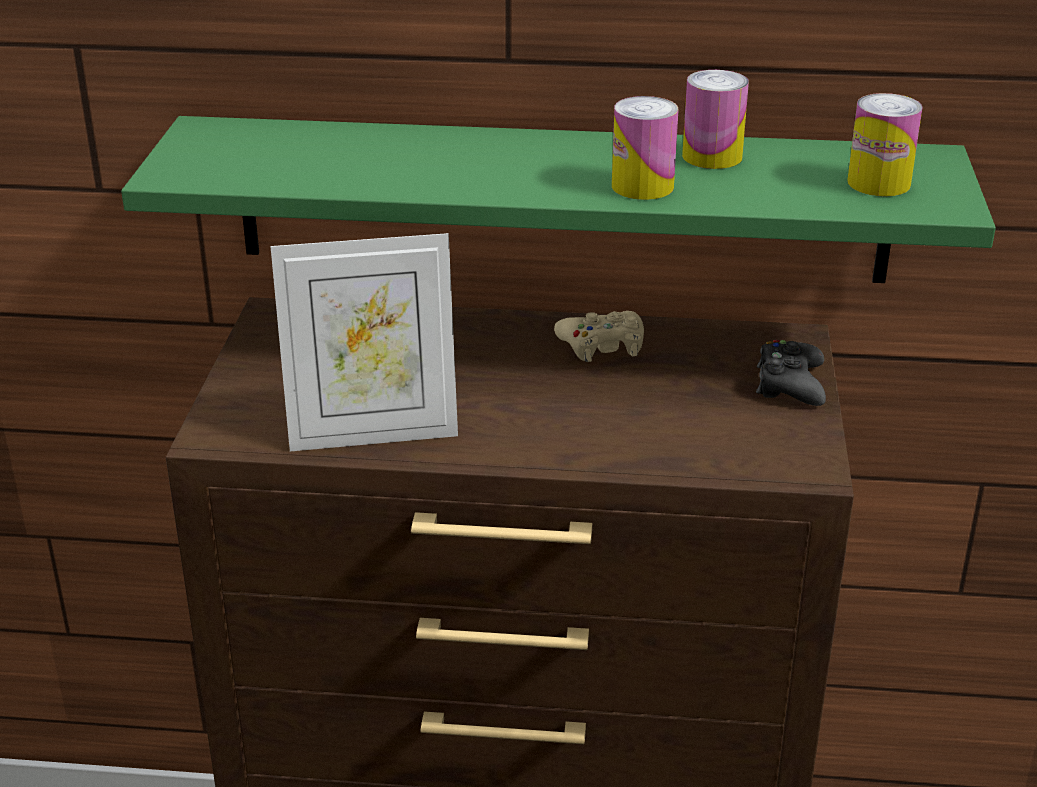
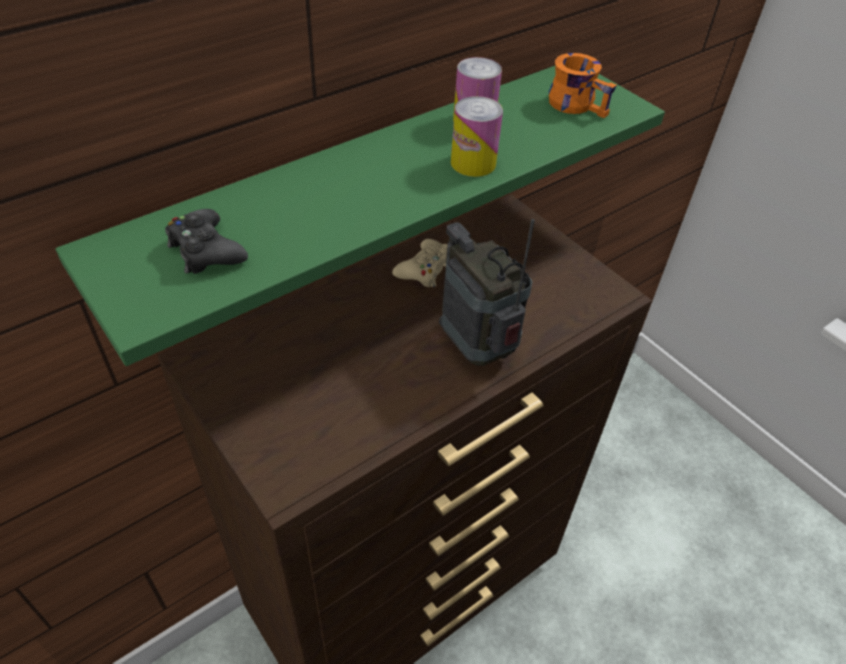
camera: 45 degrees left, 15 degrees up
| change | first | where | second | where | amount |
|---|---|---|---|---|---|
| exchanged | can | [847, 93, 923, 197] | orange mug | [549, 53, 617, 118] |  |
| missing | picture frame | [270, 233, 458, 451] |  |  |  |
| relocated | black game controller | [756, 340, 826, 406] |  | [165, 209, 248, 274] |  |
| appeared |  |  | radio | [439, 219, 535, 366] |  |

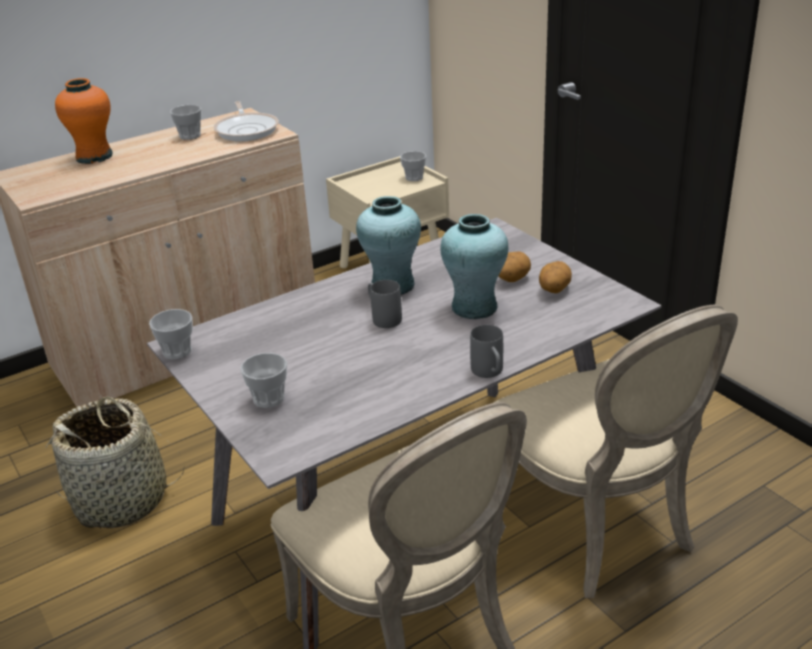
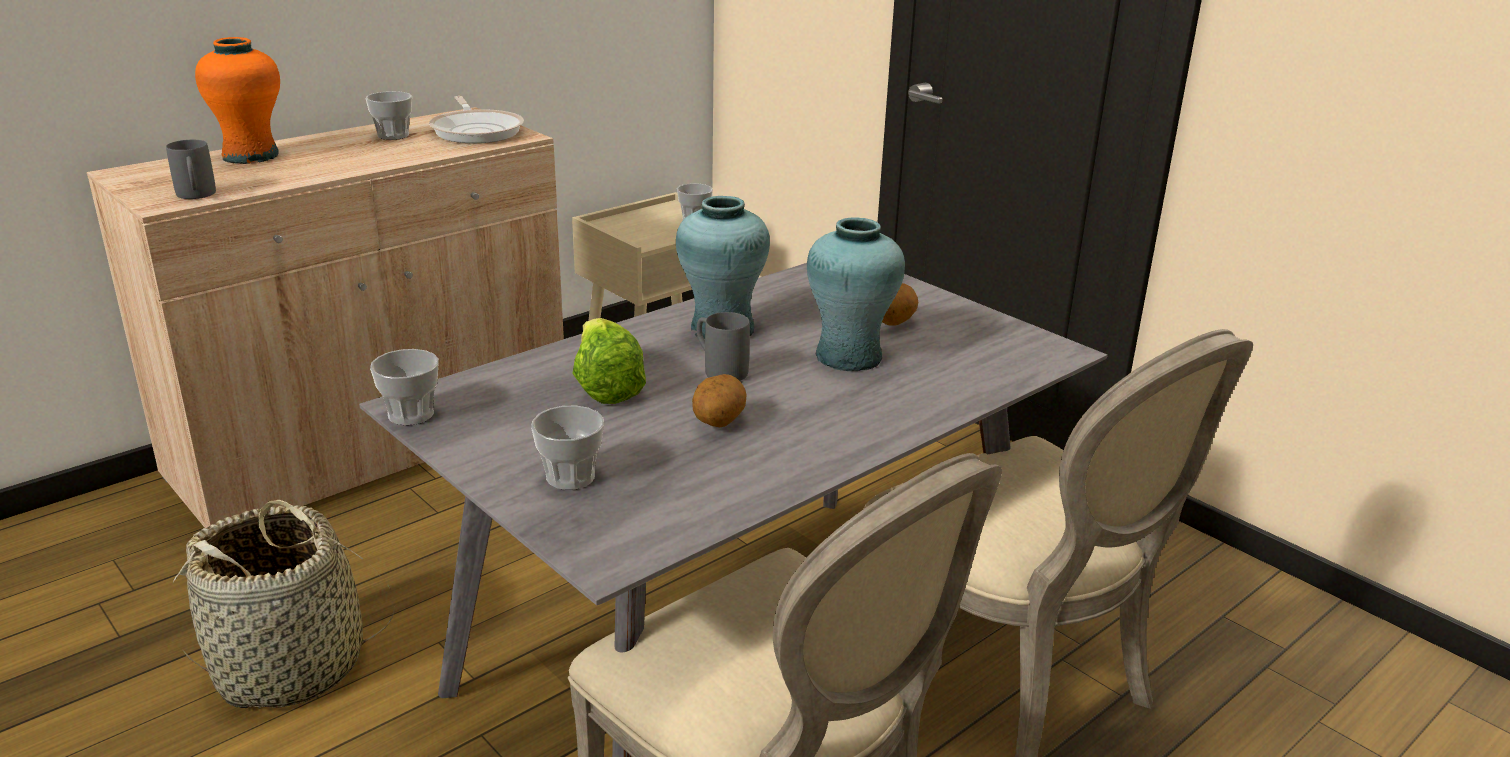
camera: 10 degrees left, 5 degrees down
| change | first | where | second | where | amount |
|---|---|---|---|---|---|
| relocated | potato | [539, 261, 572, 293] |  | [692, 374, 747, 427] |  |
| relocated | grey mug | [470, 325, 503, 378] |  | [166, 140, 216, 199] |  |
| appeared |  |  | lettuce | [572, 318, 646, 404] |  |

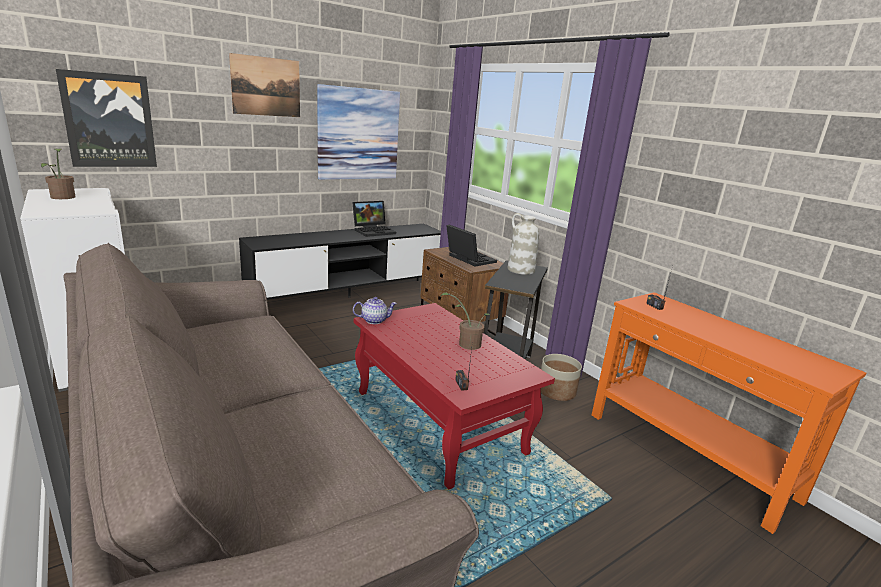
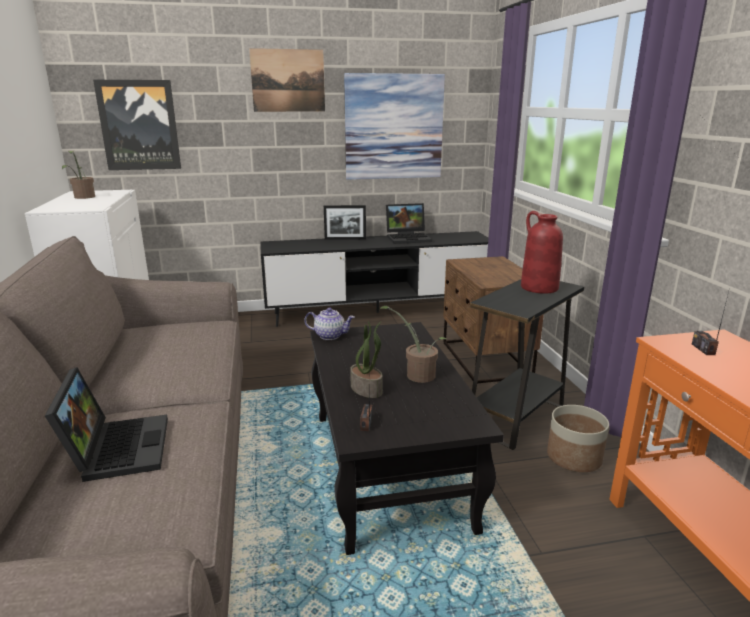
camera: 25 degrees right, 0 degrees up
| change | first | where | second | where | amount |
|---|---|---|---|---|---|
| colour | white vase | [508, 213, 539, 275] | red vase | [521, 211, 563, 294] |  |
| relocated | laptop | [446, 225, 497, 267] |  | [45, 367, 168, 482] |  |
| colour | red coffee table | [354, 303, 555, 489] | black coffee table | [310, 322, 504, 555] |  |
| appeared |  |  | picture frame | [324, 205, 366, 240] |  |
| appeared |  |  | potted plant | [350, 321, 383, 398] |  |

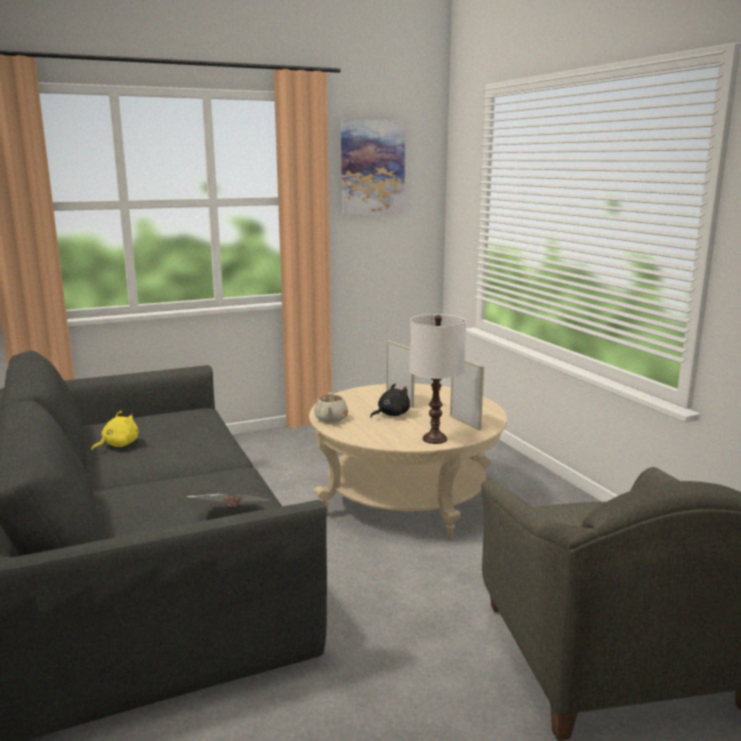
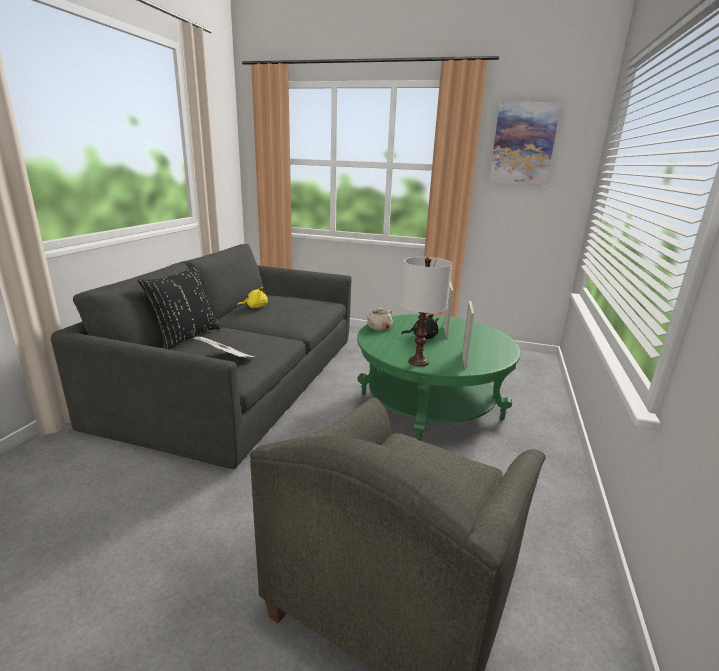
camera: 40 degrees right, 5 degrees up
| change | first | where | second | where | amount |
|---|---|---|---|---|---|
| colour | beige coffee table | [309, 384, 507, 539] | green coffee table | [357, 314, 521, 441] |  |
| appeared |  |  | black pillow | [137, 264, 221, 350] |  |

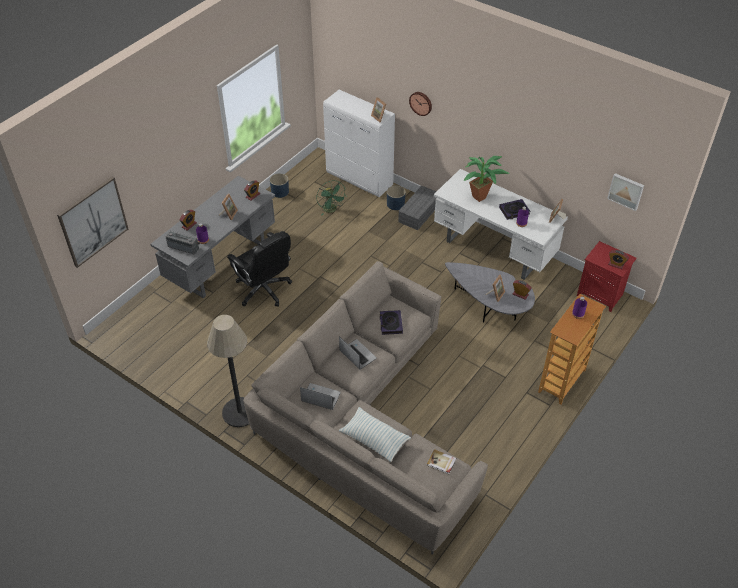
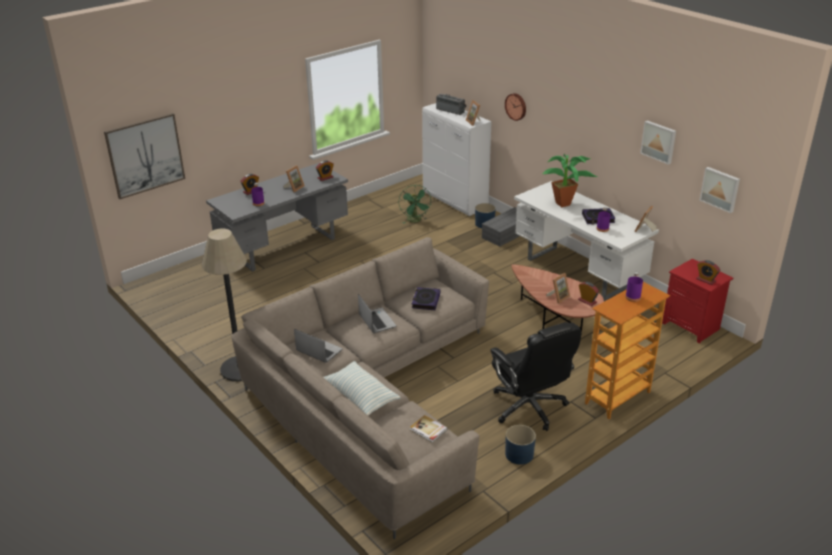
camera: 15 degrees right, 15 degrees down
| change | first | where | second | where | amount |
|---|---|---|---|---|---|
| relocated | blue planter | [270, 173, 289, 198] |  | [505, 425, 536, 465] |  |
| relocated | radio | [166, 231, 200, 254] |  | [436, 94, 467, 115] |  |
| relocated | black office chair | [227, 231, 292, 307] |  | [490, 322, 581, 431] |  |
| colour | grey coffee table | [445, 262, 535, 322] | brown coffee table | [511, 264, 604, 334] |  |
| appeared |  |  | picture | [640, 120, 676, 165] |  |

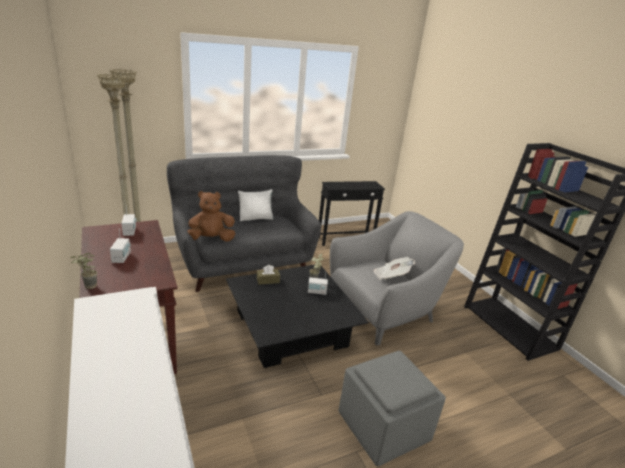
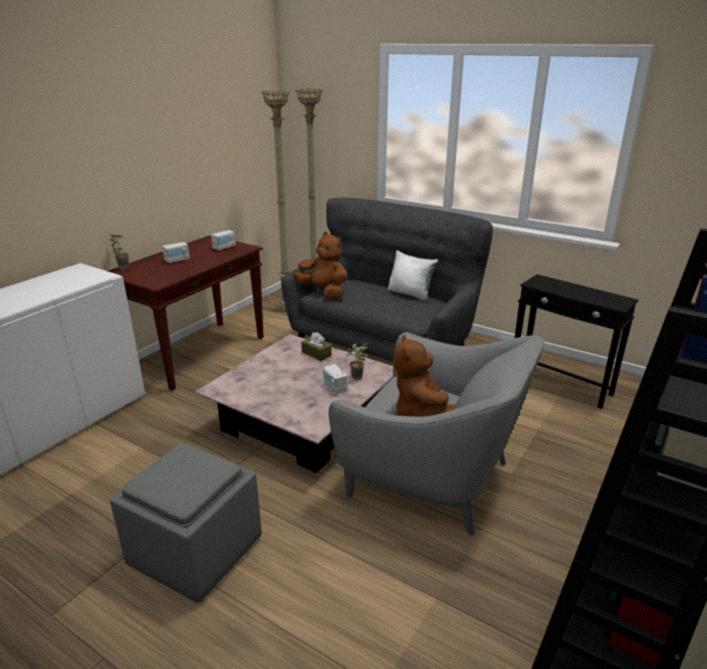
camera: 60 degrees right, 0 degrees up
| change | first | where | second | where | amount |
|---|---|---|---|---|---|
| exchanged | newspaper | [374, 257, 415, 280] | brown plush toy | [394, 334, 455, 417] |  |
| colour | black coffee table | [226, 265, 369, 368] | pink coffee table | [195, 334, 393, 473] |  |

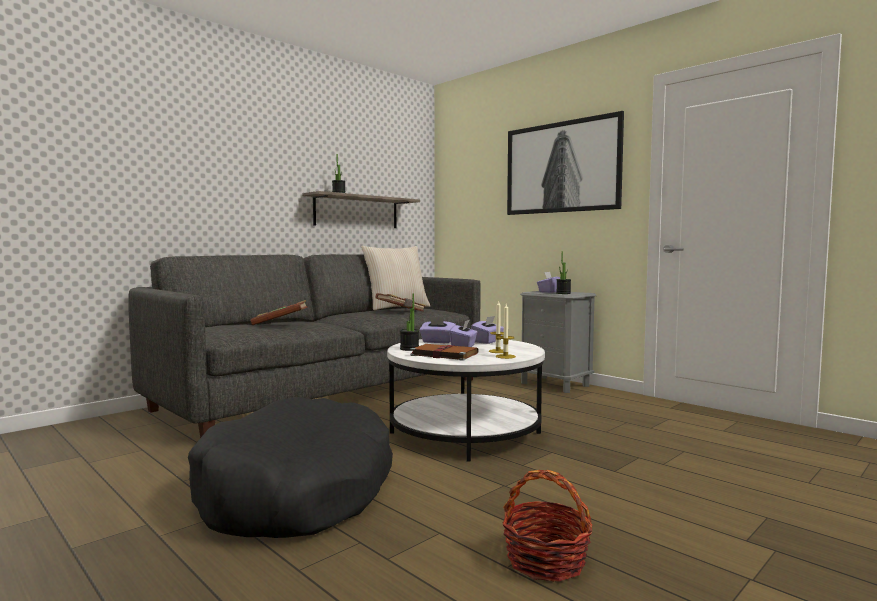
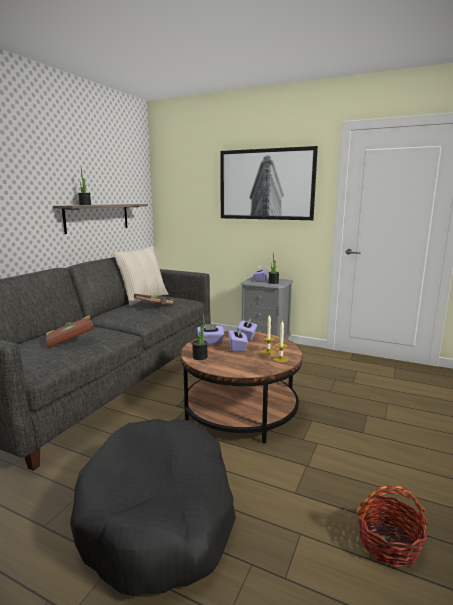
camera: 20 degrees left, 10 degrees up
| change | first | where | second | where | amount |
|---|---|---|---|---|---|
| colour | white coffee table | [387, 339, 545, 461] | brown coffee table | [180, 331, 303, 444] |  |
| missing | brown book | [410, 344, 479, 361] |  |  |  |

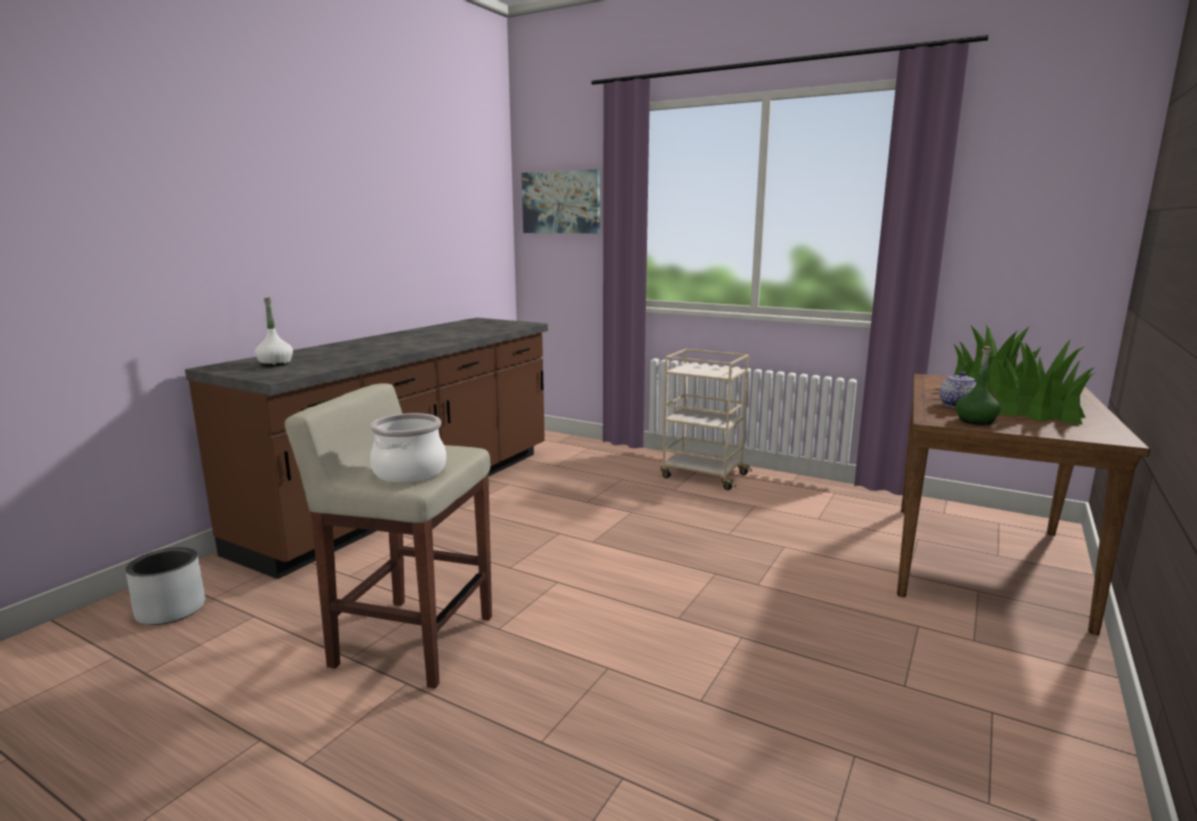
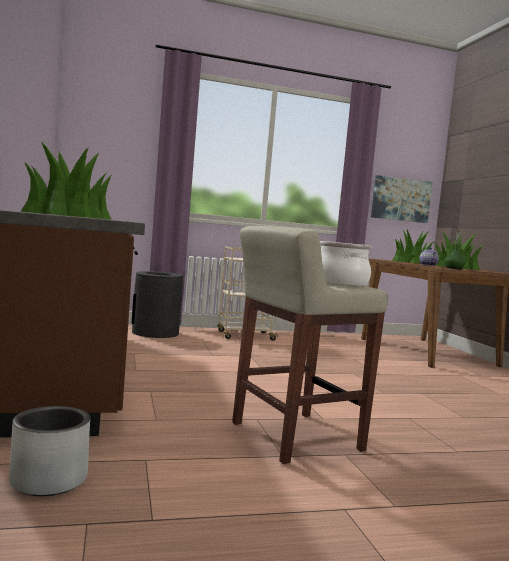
camera: 45 degrees left, 10 degrees down
| change | first | where | second | where | amount |
|---|---|---|---|---|---|
| relocated | picture | [522, 169, 600, 234] |  | [371, 175, 432, 223] |  |
| exchanged | white bottle | [255, 297, 293, 367] | potted plant | [20, 143, 112, 220] |  |
| appeared |  |  | black trash can | [132, 271, 183, 338] |  |

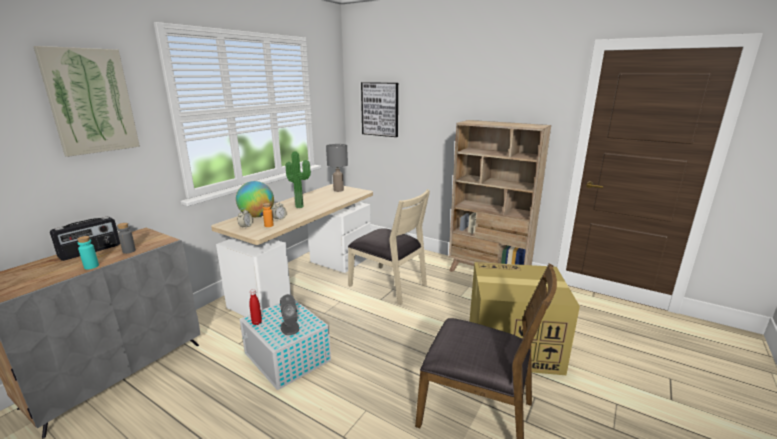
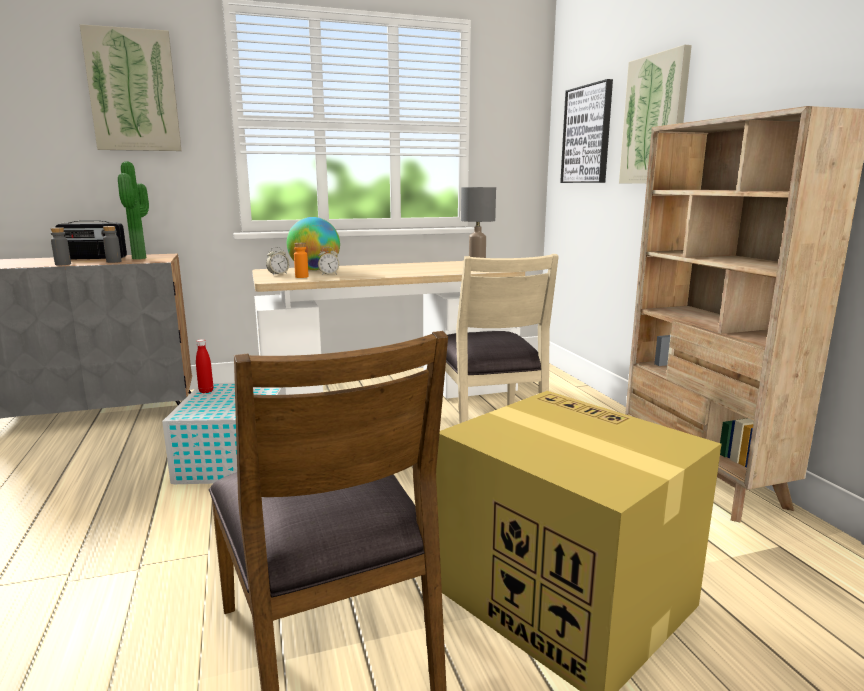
camera: 40 degrees right, 5 degrees down
| change | first | where | second | where | amount |
|---|---|---|---|---|---|
| relocated | potted plant | [286, 151, 311, 208] |  | [118, 161, 149, 259] |  |
| colour | turquoise bottle | [77, 236, 99, 269] | grey bottle | [50, 228, 71, 265] |  |
| missing | grey speaker | [280, 294, 299, 335] |  |  |  |
| appeared |  |  | picture | [619, 45, 692, 184] |  |

